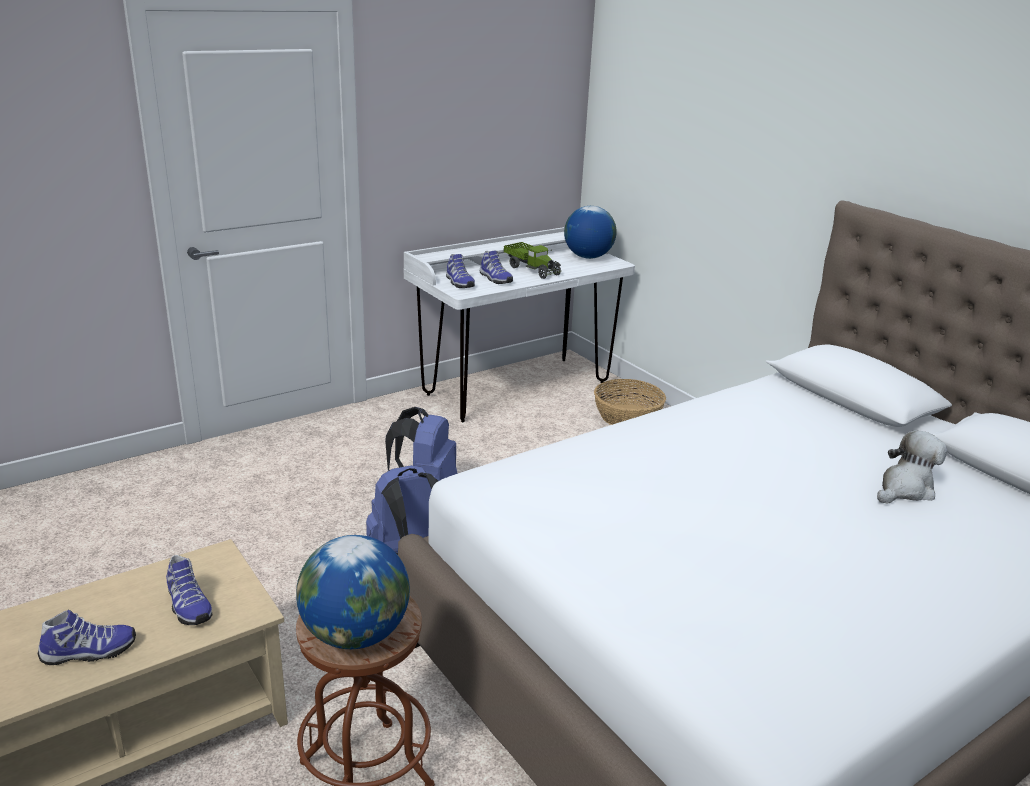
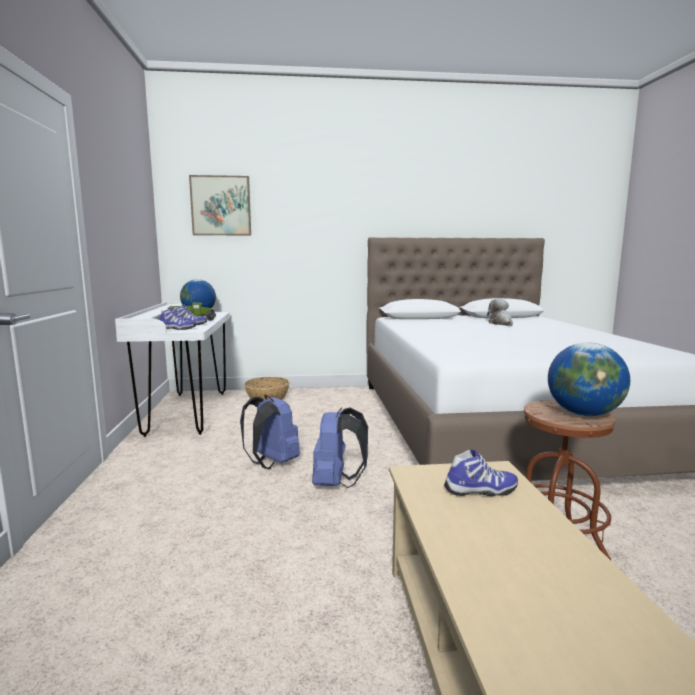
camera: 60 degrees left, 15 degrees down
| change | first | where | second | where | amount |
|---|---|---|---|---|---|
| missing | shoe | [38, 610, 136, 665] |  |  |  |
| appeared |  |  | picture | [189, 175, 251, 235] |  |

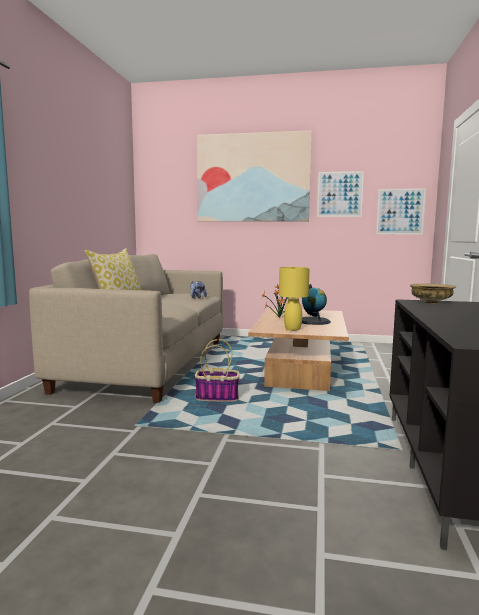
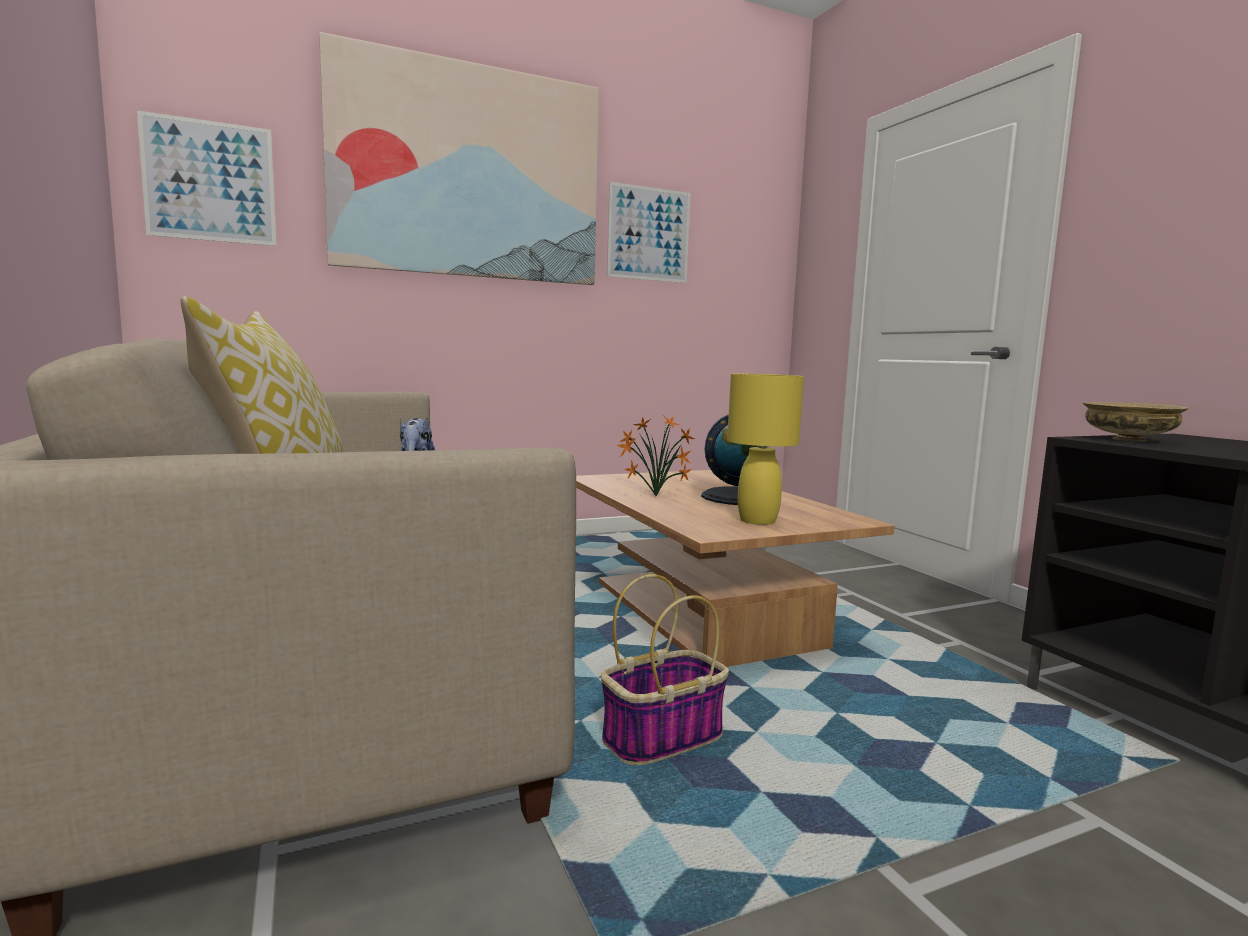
camera: 35 degrees left, 0 degrees up
| change | first | where | second | where | amount |
|---|---|---|---|---|---|
| relocated | picture | [376, 188, 426, 235] |  | [137, 110, 277, 246] |  |

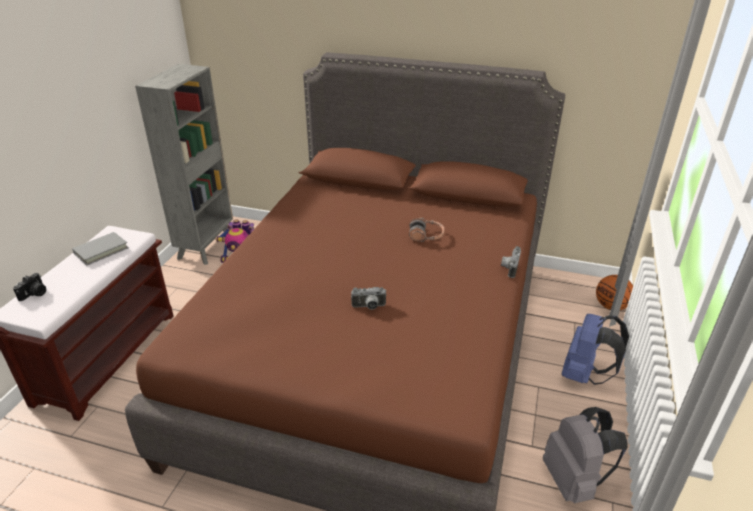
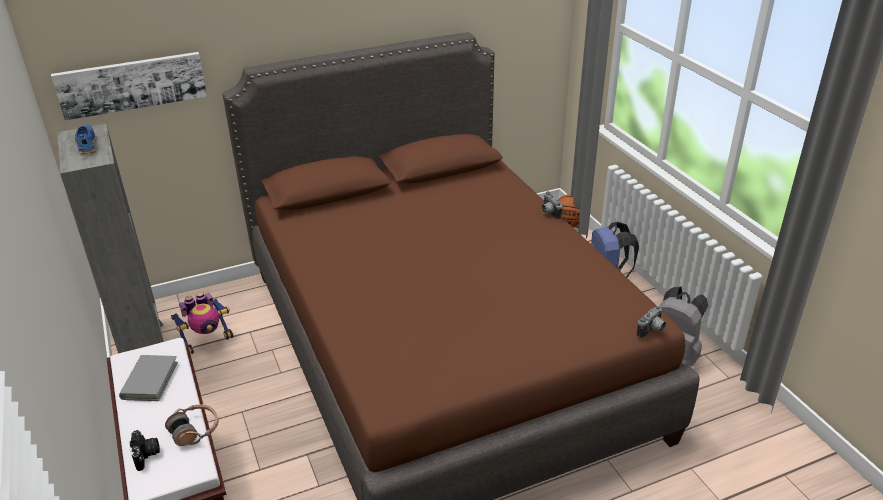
camera: 40 degrees left, 0 degrees up
| change | first | where | second | where | amount |
|---|---|---|---|---|---|
| relocated | headphones | [409, 218, 444, 242] |  | [165, 404, 218, 446] |  |
| relocated | photo camera | [351, 287, 387, 310] |  | [637, 306, 666, 338] |  |
| appeared |  |  | picture | [51, 52, 207, 121] |  |
| appeared |  |  | blue shoe | [75, 124, 97, 154] |  |

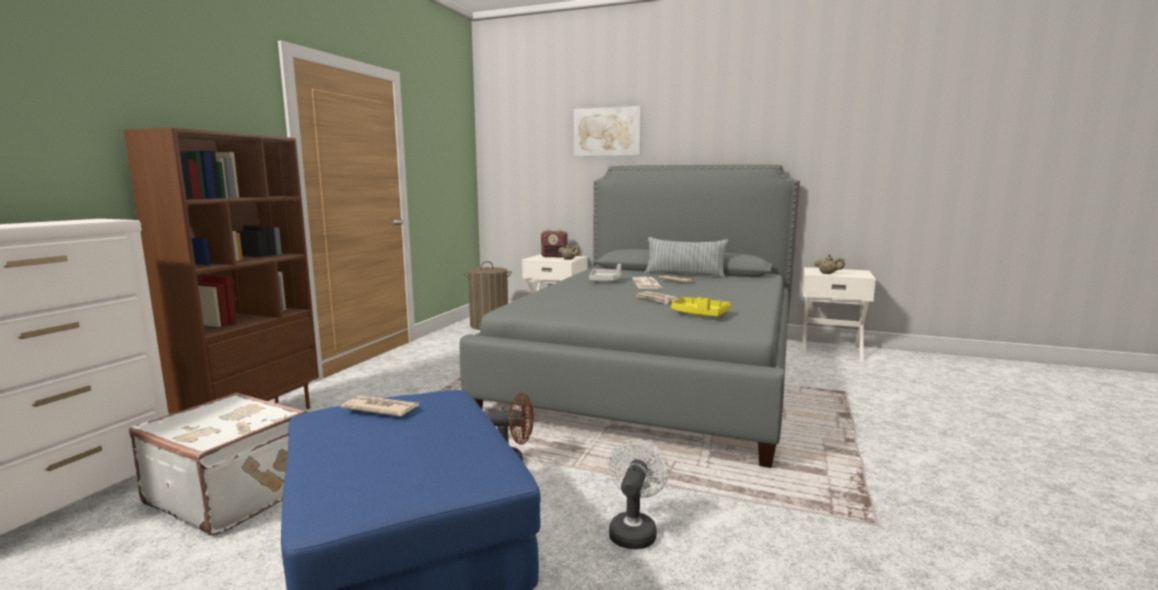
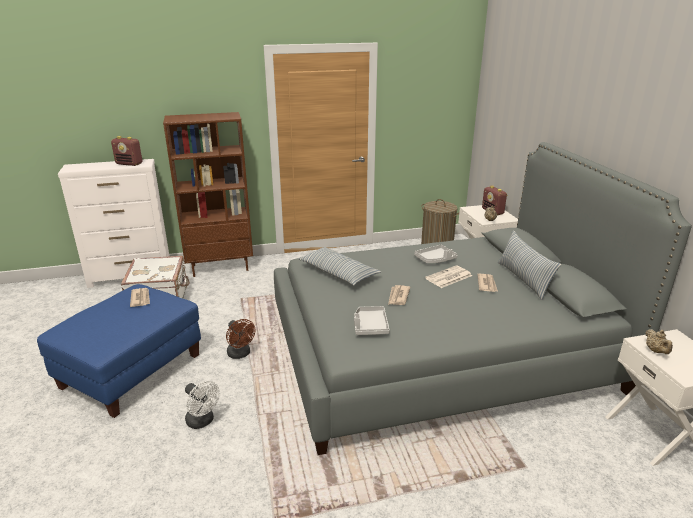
camera: 55 degrees right, 15 degrees up
| change | first | where | second | where | amount |
|---|---|---|---|---|---|
| missing | picture | [574, 106, 642, 156] |  |  |  |
| colour | yellow tray | [671, 297, 731, 317] | grey tray | [354, 306, 390, 335] |  |
| spun | white fan | [608, 439, 669, 549] |  | [185, 381, 220, 429] | 60 degrees clockwise |
| appeared |  |  | radio | [111, 136, 142, 166] |  |
| appeared |  |  | pillow | [298, 247, 381, 285] |  |

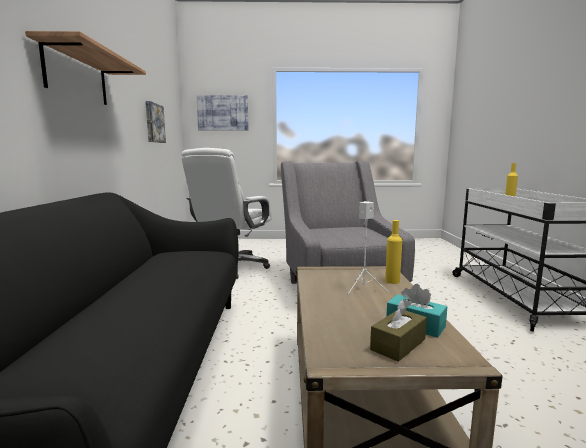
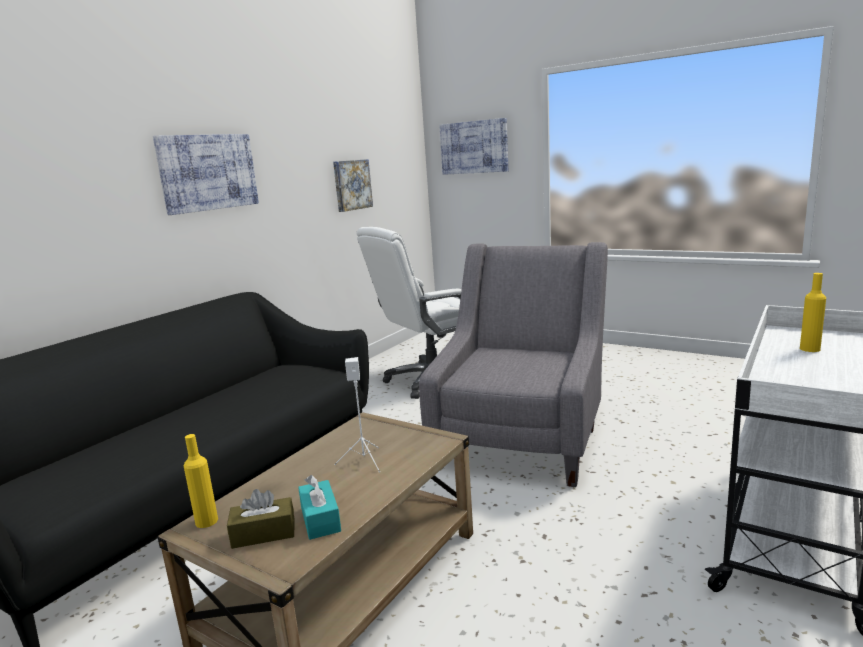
camera: 35 degrees right, 5 degrees up
| change | first | where | second | where | amount |
|---|---|---|---|---|---|
| exchanged | shelf | [25, 31, 146, 105] | picture | [153, 134, 259, 215] |  |
| relocated | yellow bottle | [385, 220, 402, 284] |  | [184, 434, 218, 528] |  |

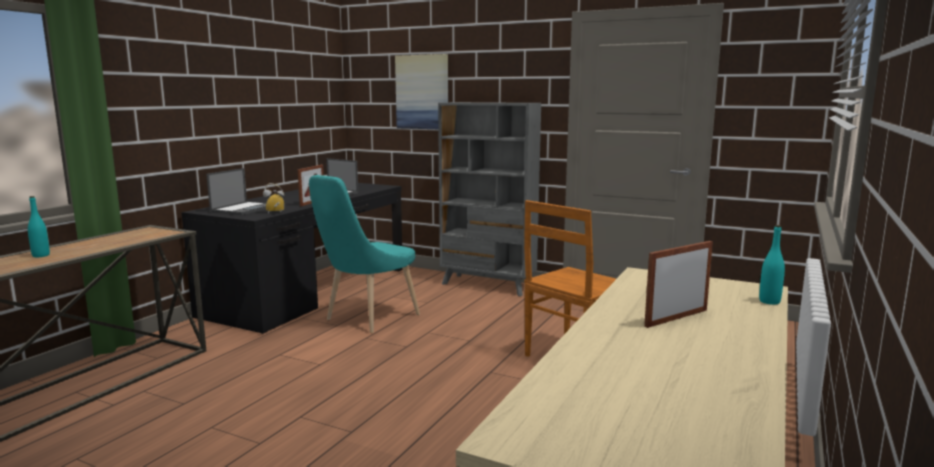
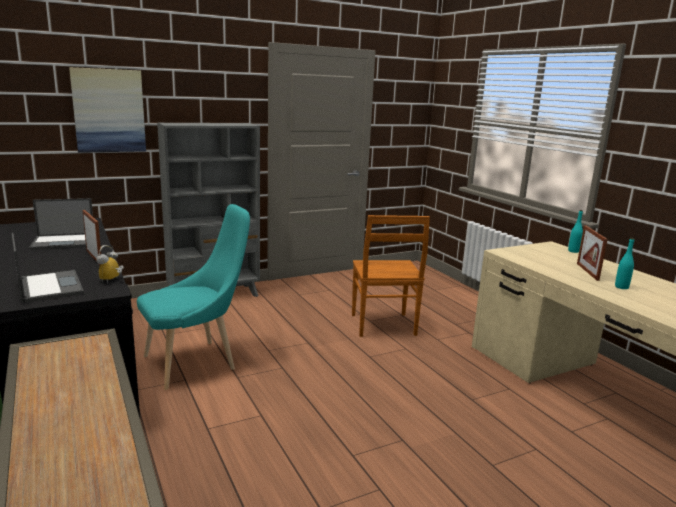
camera: 55 degrees left, 5 degrees up
| change | first | where | second | where | amount |
|---|---|---|---|---|---|
| spun | turquoise chair | [309, 175, 420, 333] |  | [137, 204, 250, 390] | 105 degrees counterclockwise |
| relocated | turquoise bottle | [28, 196, 50, 257] |  | [615, 238, 634, 289] |  |

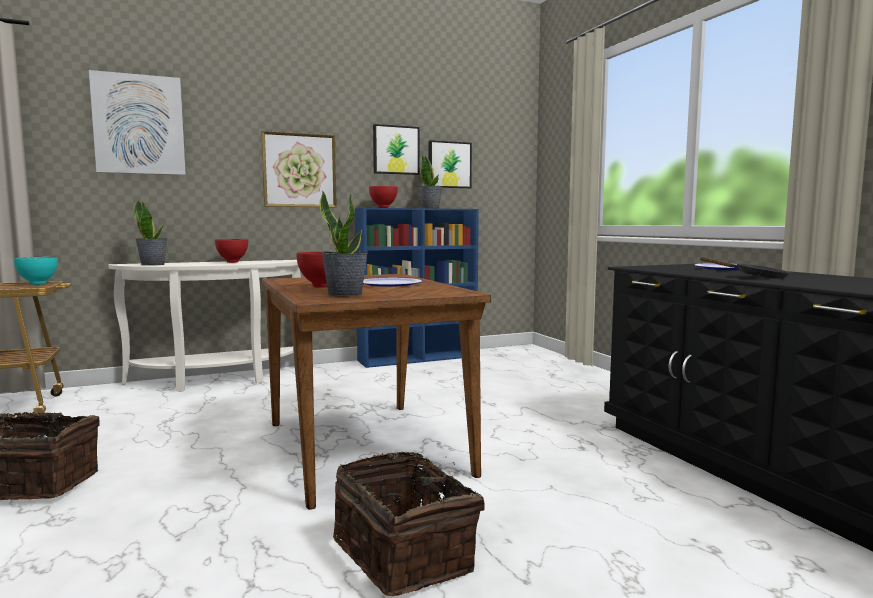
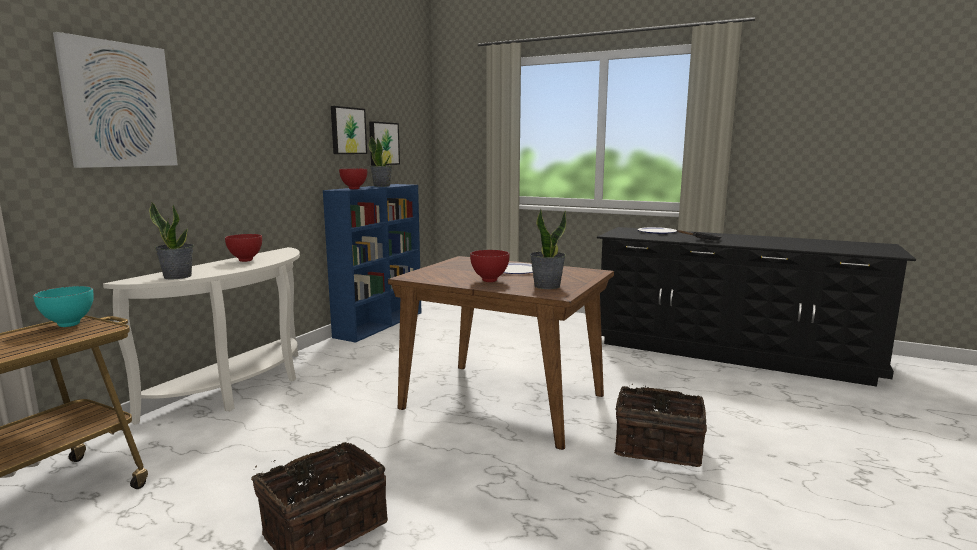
camera: 40 degrees left, 5 degrees up
| change | first | where | second | where | amount |
|---|---|---|---|---|---|
| missing | picture | [261, 131, 337, 207] |  |  |  |

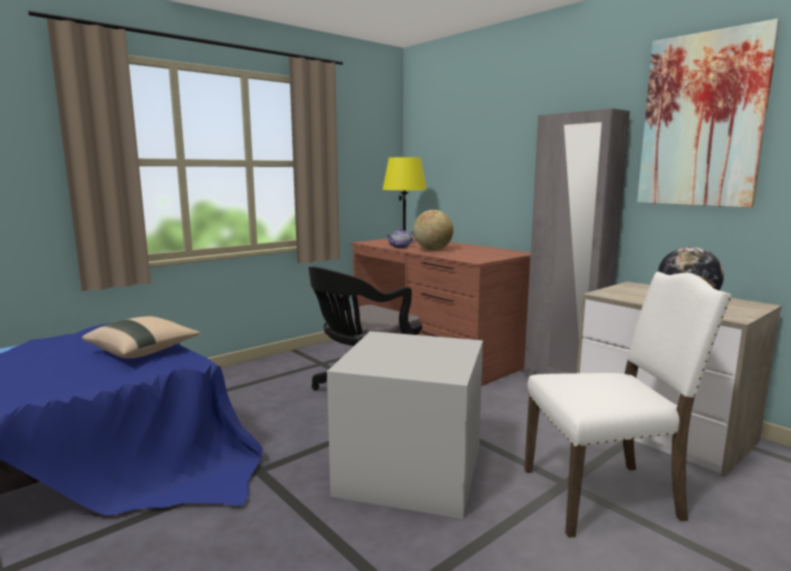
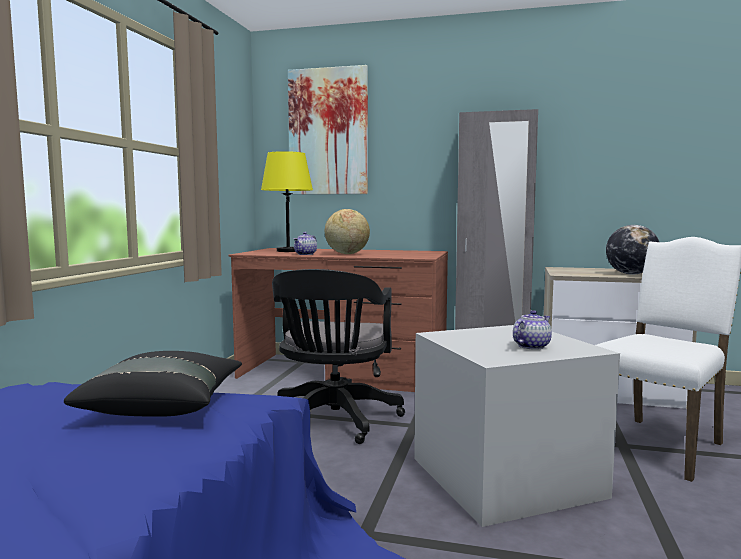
camera: 35 degrees left, 5 degrees down
| change | first | where | second | where | amount |
|---|---|---|---|---|---|
| relocated | picture | [637, 19, 780, 208] |  | [288, 65, 368, 195] |  |
| colour | beige pillow | [82, 316, 200, 358] | black pillow | [64, 351, 242, 417] |  |
| appeared |  |  | teapot | [513, 310, 552, 350] |  |

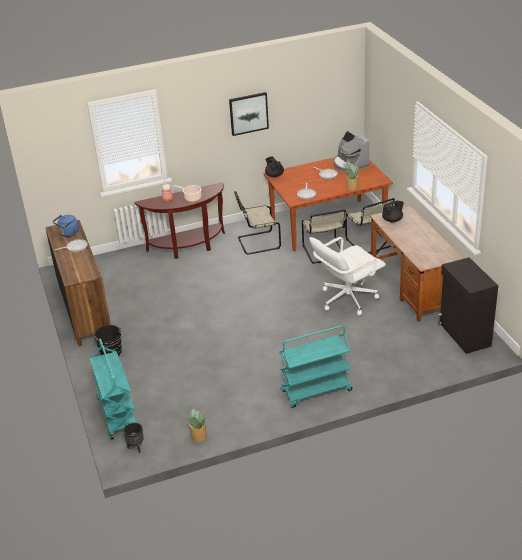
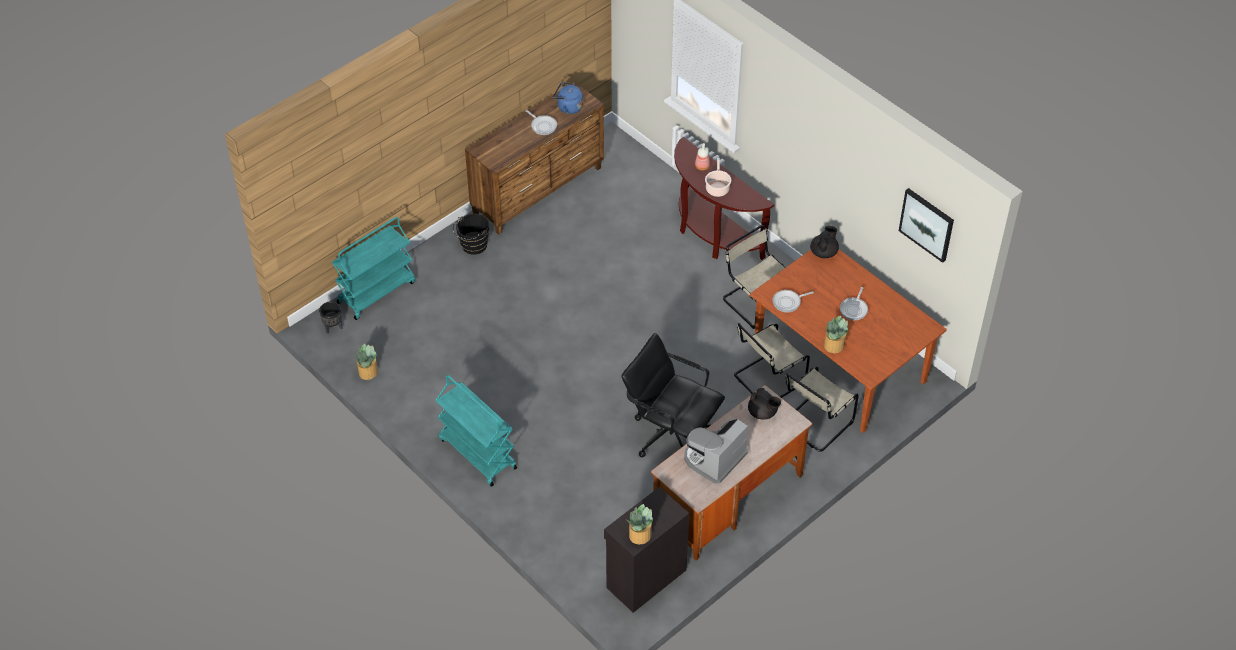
camera: 65 degrees right, 15 degrees up
| change | first | where | second | where | amount |
|---|---|---|---|---|---|
| relocated | picture | [229, 92, 269, 136] |  | [899, 188, 954, 263] |  |
| relocated | coffee machine | [333, 130, 370, 172] |  | [684, 418, 748, 484] |  |
| colour | white office chair | [309, 237, 386, 315] | black office chair | [622, 333, 725, 458] |  |
| appeared |  |  | potted plant | [626, 504, 653, 544] |  |

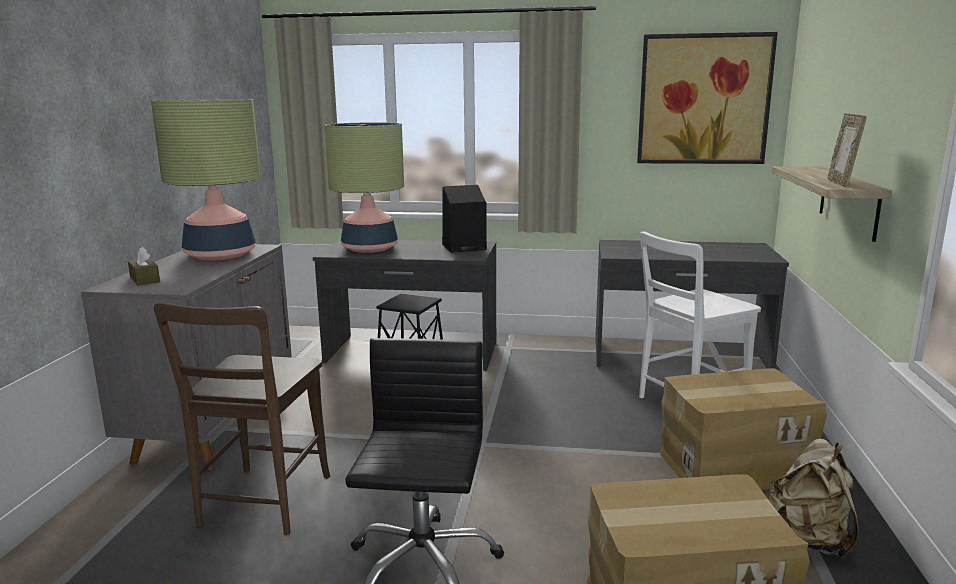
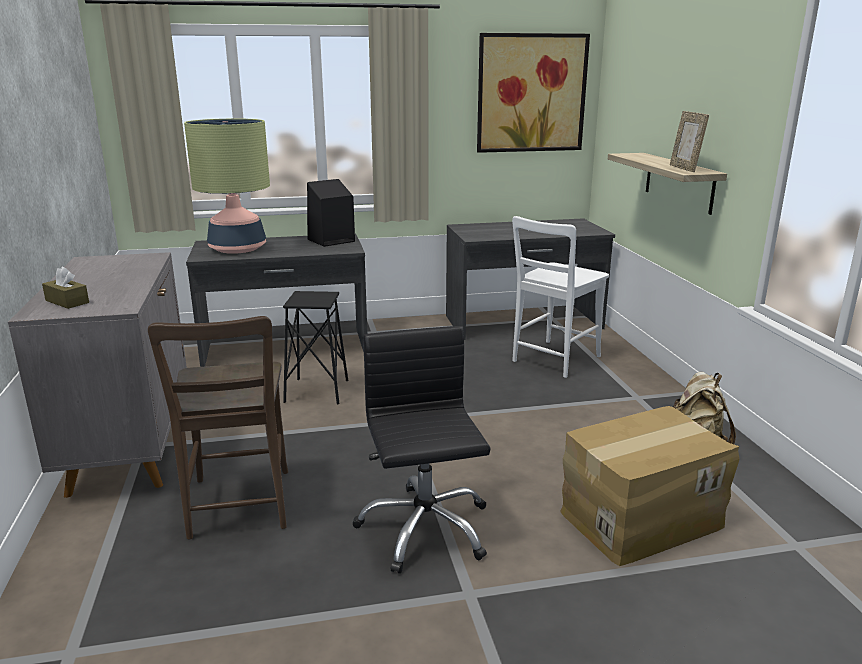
camera: 20 degrees left, 5 degrees up
| change | first | where | second | where | amount |
|---|---|---|---|---|---|
| missing | table lamp | [151, 99, 260, 261] |  |  |  |
| missing | cardboard box | [659, 368, 827, 490] |  |  |  |

